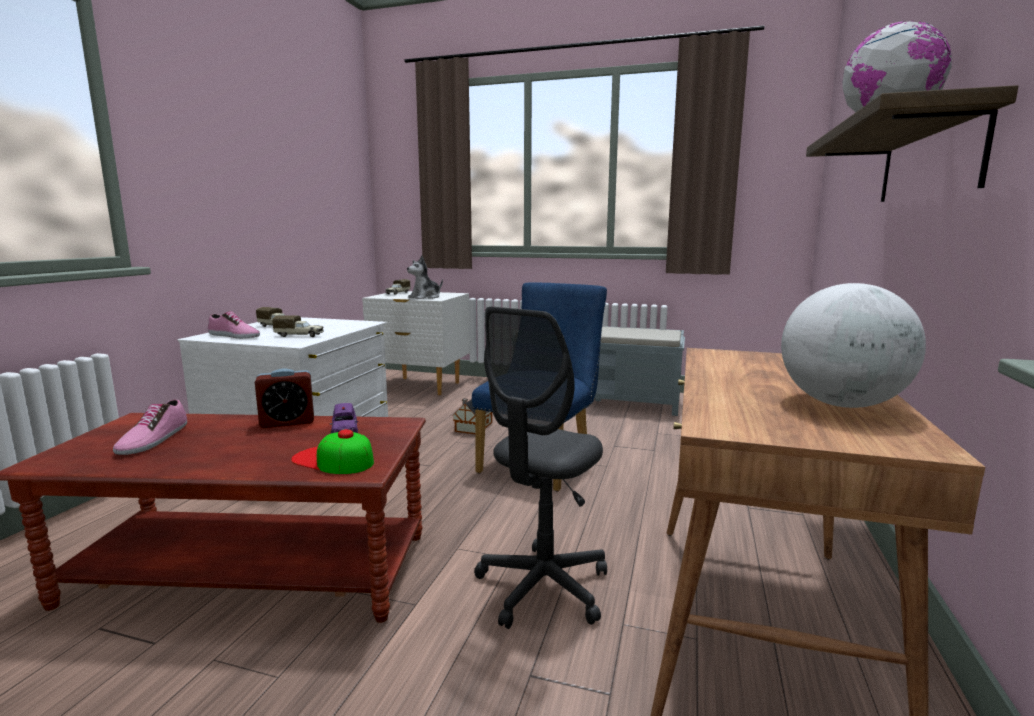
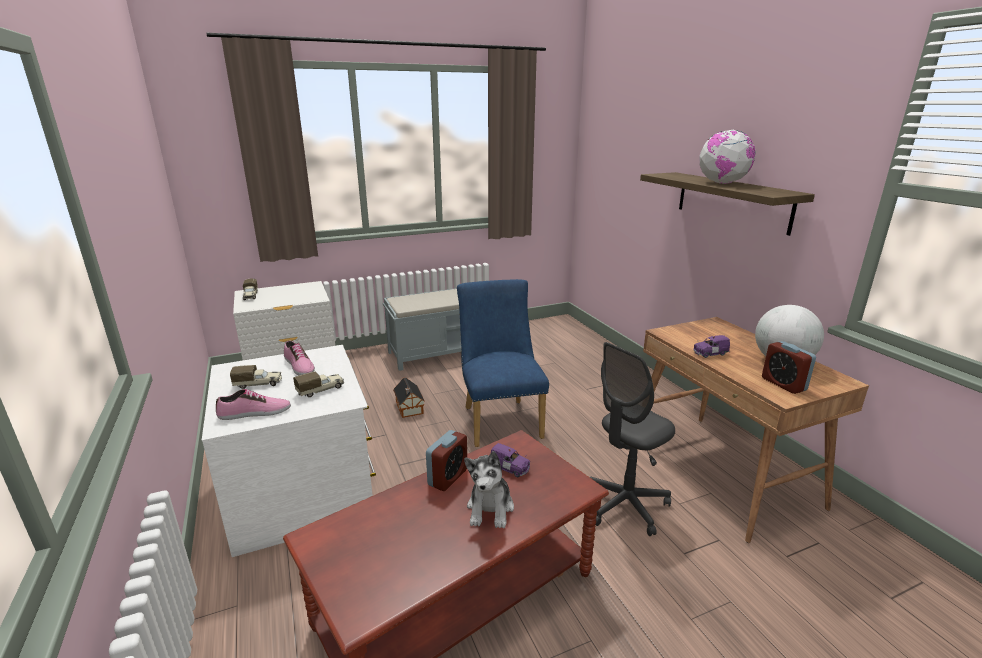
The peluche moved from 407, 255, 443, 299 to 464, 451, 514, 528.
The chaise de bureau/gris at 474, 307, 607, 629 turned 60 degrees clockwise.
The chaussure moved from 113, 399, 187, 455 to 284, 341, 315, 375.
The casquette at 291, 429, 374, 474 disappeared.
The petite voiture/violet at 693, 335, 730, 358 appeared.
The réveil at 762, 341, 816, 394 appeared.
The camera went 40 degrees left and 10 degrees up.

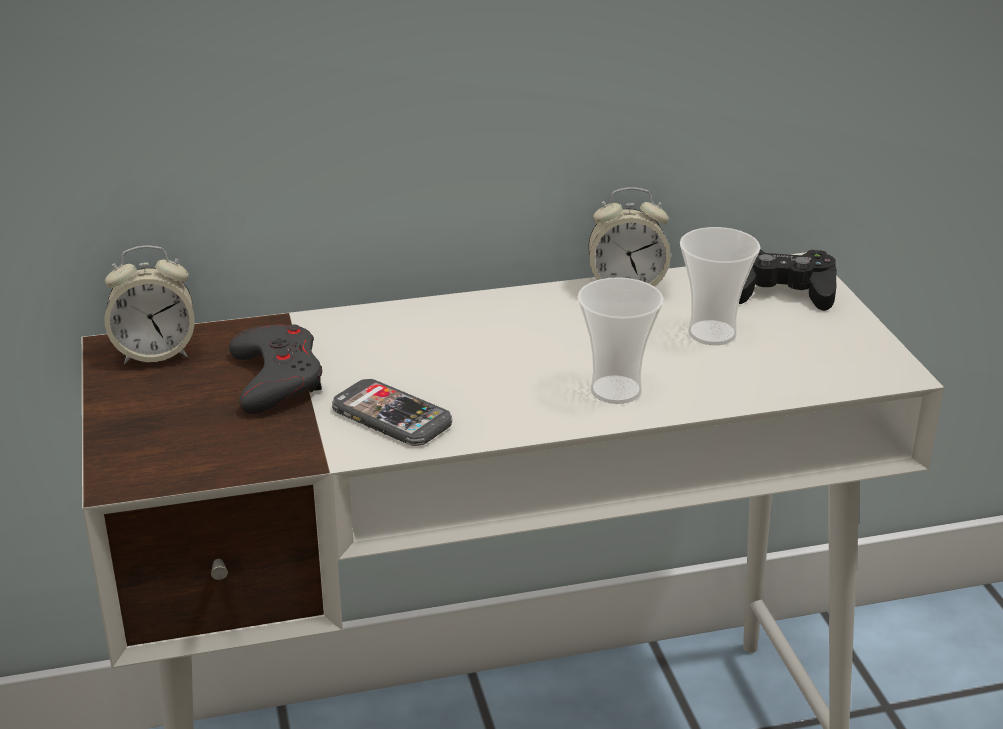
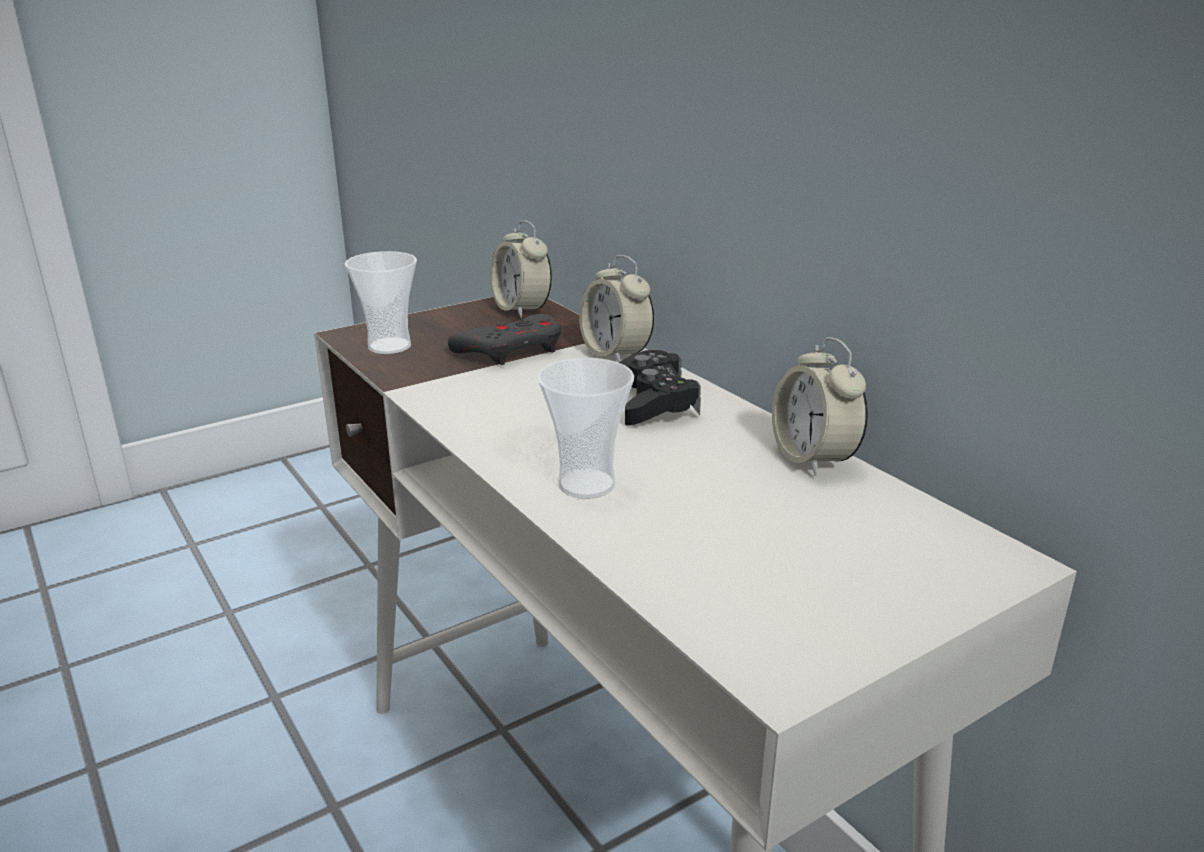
The tasse moved from 680, 227, 760, 345 to 345, 251, 417, 354.
The manette/noir moved from 739, 249, 837, 311 to 619, 350, 701, 426.
The téléphone at 332, 379, 452, 446 disappeared.
The réveil at 579, 255, 654, 362 appeared.
The camera went 70 degrees right and 5 degrees down.

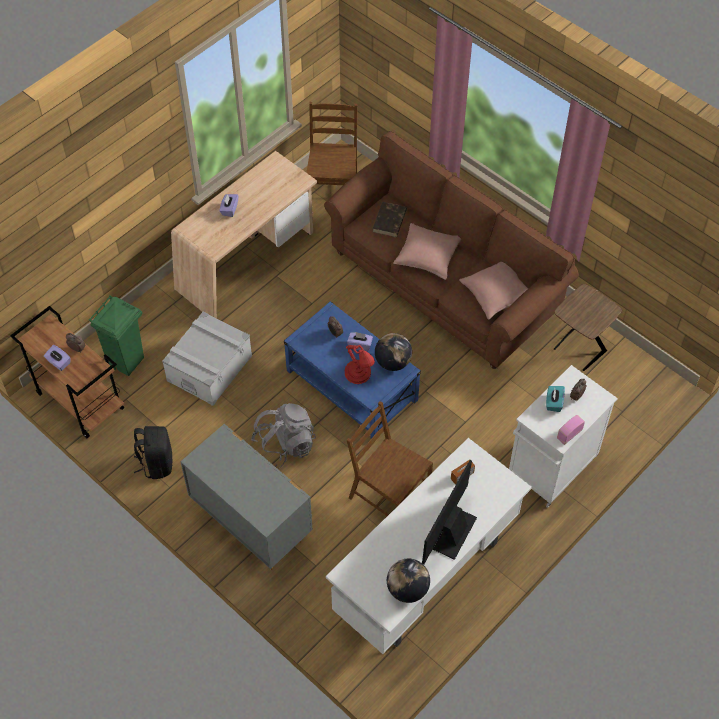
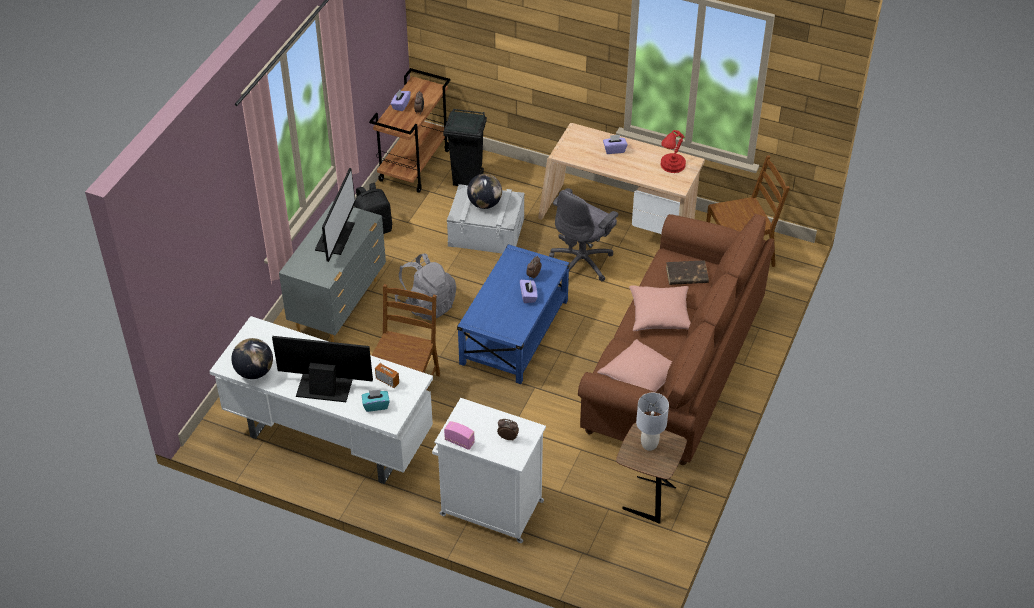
The poubelle/vert at 89, 295, 144, 376 became the poubelle/noir at 443, 108, 487, 186.
The globe moved from 375, 333, 412, 371 to 467, 174, 502, 209.
The lampe de table/rouge moved from 345, 345, 375, 384 to 661, 130, 686, 173.
The boîte à mouchoirs/turquoise moved from 546, 386, 565, 412 to 362, 390, 390, 412.
The écran d'ordinateur at 315, 168, 356, 262 appeared.
The chaise de bureau/gris at 549, 188, 618, 281 appeared.
The lampe de table/gris at 636, 393, 669, 451 appeared.
The camera went 70 degrees right and 10 degrees down.

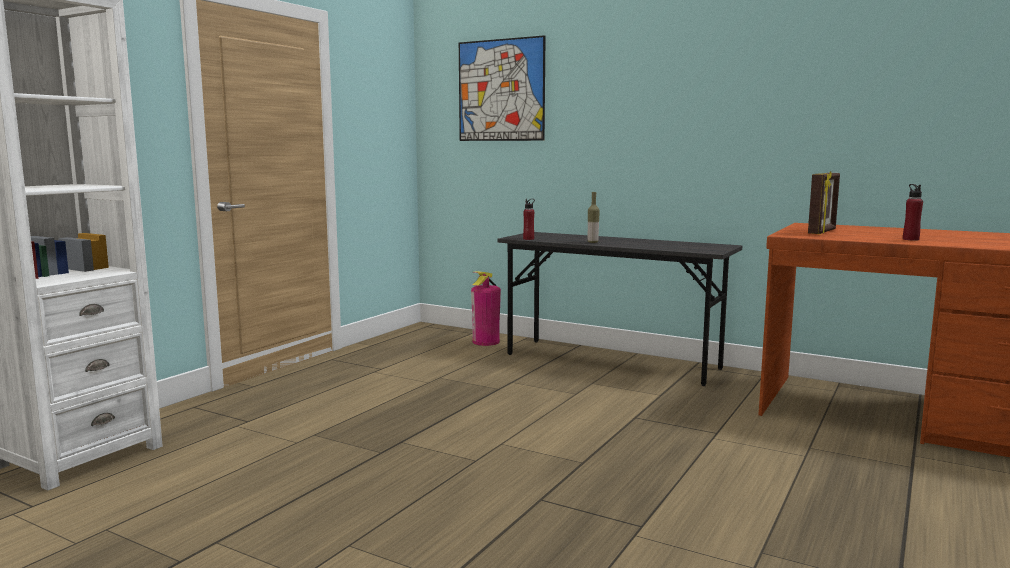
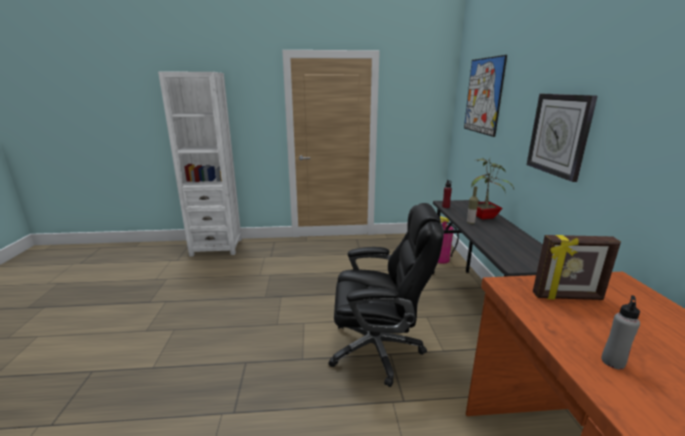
The bouteille/rouge at 903, 184, 923, 240 became the bouteille/gris at 601, 295, 640, 369.
The horloge murale at 527, 94, 597, 182 appeared.
The plante en pot at 471, 158, 514, 220 appeared.
The chaise de bureau/noir at 328, 203, 444, 387 appeared.
The camera went 55 degrees right and 10 degrees up.

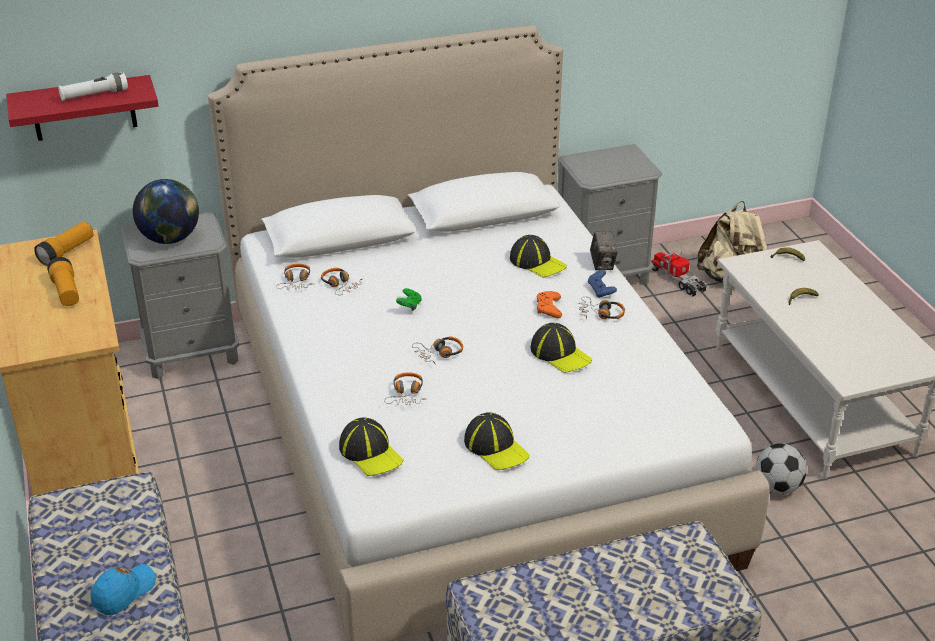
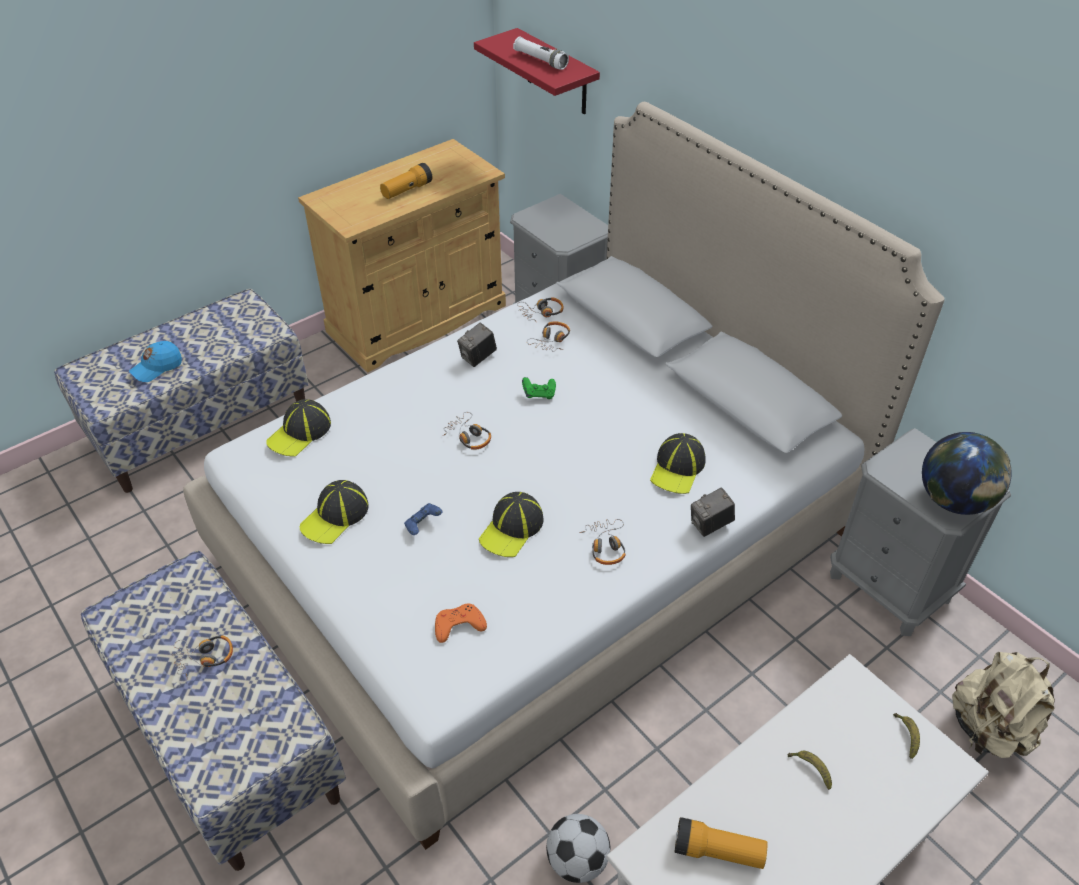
The globe moved from 133, 179, 199, 244 to 922, 432, 1012, 515.
The lampe de poche moved from 34, 222, 94, 266 to 675, 817, 768, 869.
The camion jouet at 651, 251, 707, 297 disappeared.
The manette/bleu moved from 588, 270, 617, 298 to 404, 503, 442, 535.
The manette/orange moved from 536, 291, 562, 318 to 435, 604, 487, 643.
The casque audio moved from 384, 372, 425, 405 to 173, 635, 233, 679.
The casquette/bleu at 91, 564, 156, 615 turned 120 degrees clockwise.
The appareil photo at 457, 323, 497, 367 appeared.
The camera went 70 degrees right and 10 degrees up.

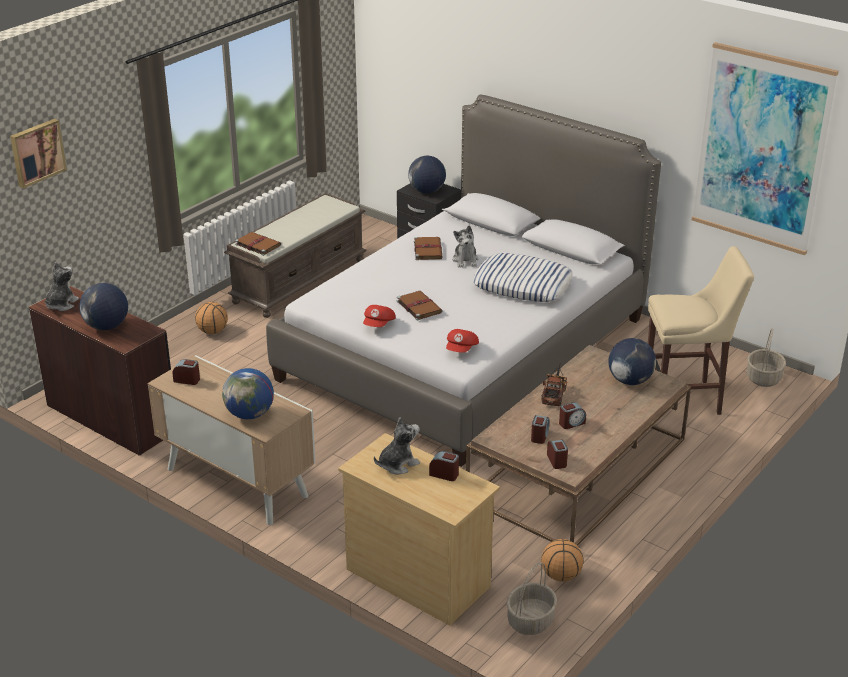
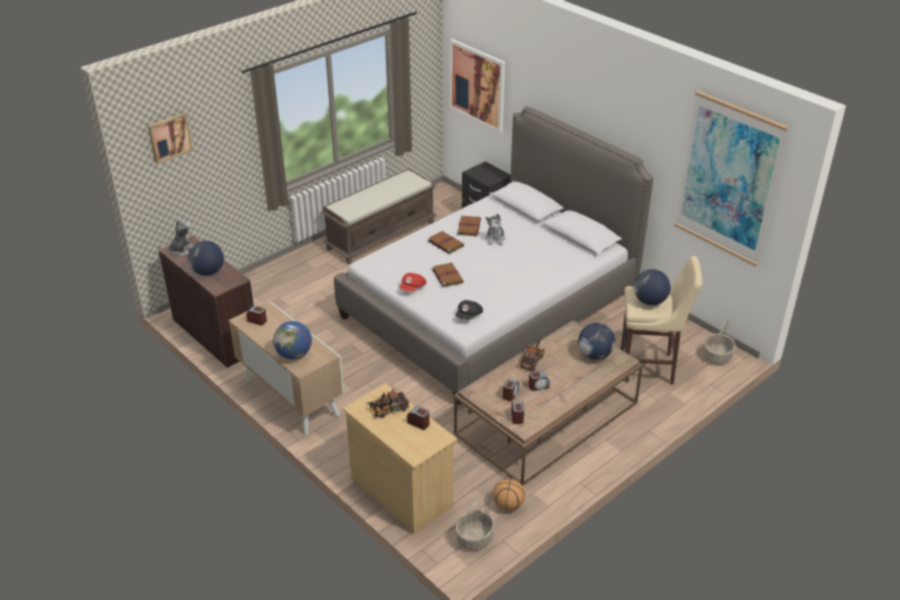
The globe moved from 408, 156, 446, 193 to 634, 269, 671, 305.
The livre/marron moved from 235, 232, 281, 256 to 427, 231, 464, 254.
The coussin at 473, 253, 573, 302 disappeared.
The ballon de basket at 195, 302, 228, 334 disappeared.
The casquette/rouge at 446, 329, 479, 353 became the casquette/noir at 456, 300, 483, 320.
The peluche at 374, 417, 420, 475 was replaced by the camion jouet at 366, 389, 409, 418.
The tableau at 449, 39, 505, 133 appeared.
The camera went 10 degrees right and 5 degrees up.

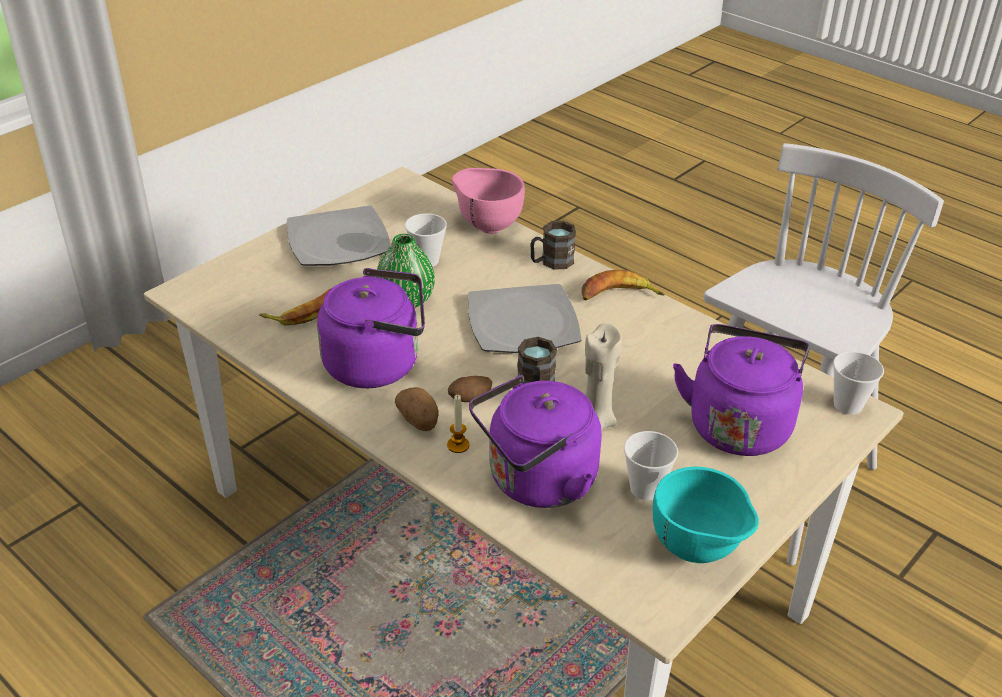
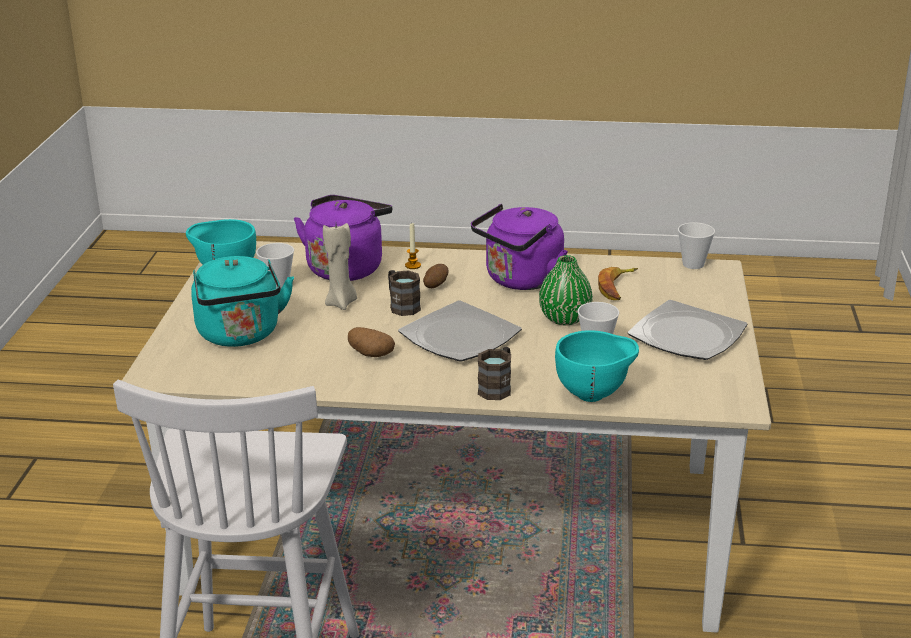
The bol/rose at 452, 168, 525, 234 became the bol/turquoise at 555, 330, 639, 402.
The banane at 582, 270, 665, 300 disappeared.
The bouilloire/violet at 673, 324, 810, 456 became the bouilloire/turquoise at 191, 256, 294, 347.
The tasse moved from 833, 351, 884, 415 to 678, 222, 715, 269.
The pomme de terre moved from 395, 387, 439, 431 to 348, 327, 395, 357.
The camera went 145 degrees right and 10 degrees down.

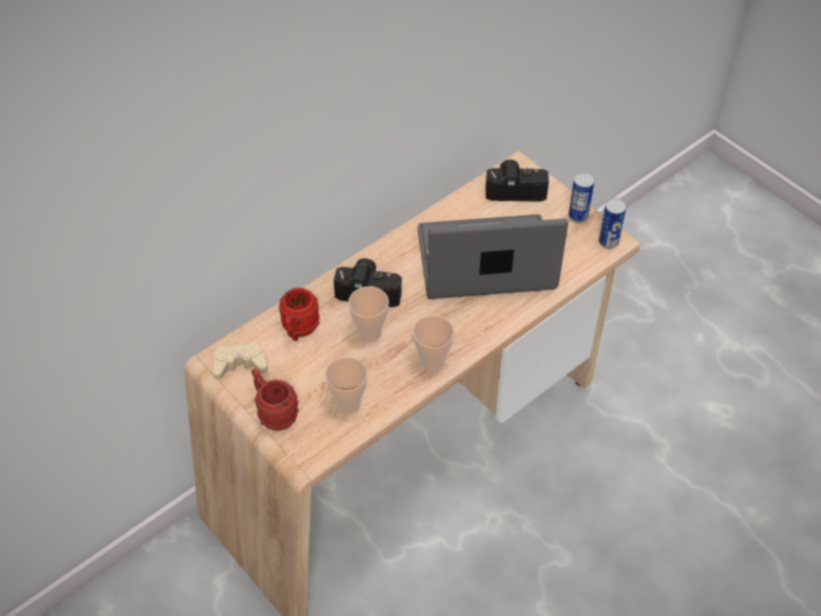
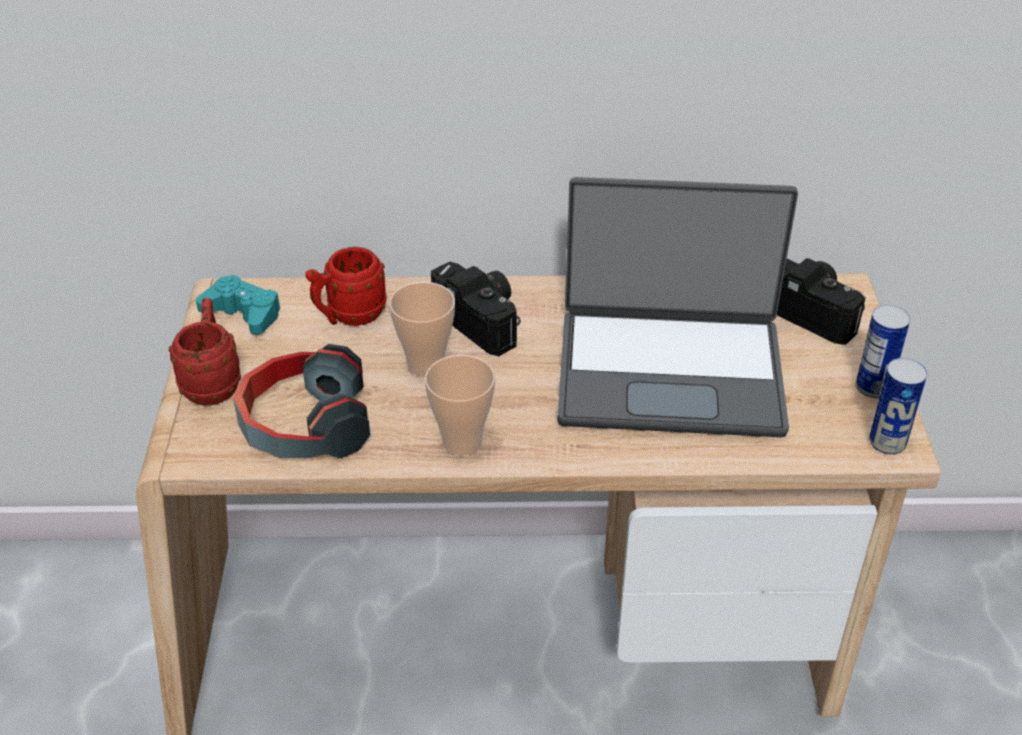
The ordinateur portable at 418, 214, 568, 299 turned 150 degrees clockwise.
The manette/beige at 213, 341, 268, 380 became the manette/turquoise at 196, 275, 281, 335.
The tasse at 325, 357, 368, 414 was replaced by the casque audio at 233, 344, 370, 458.
The camera went 40 degrees right and 10 degrees down.

